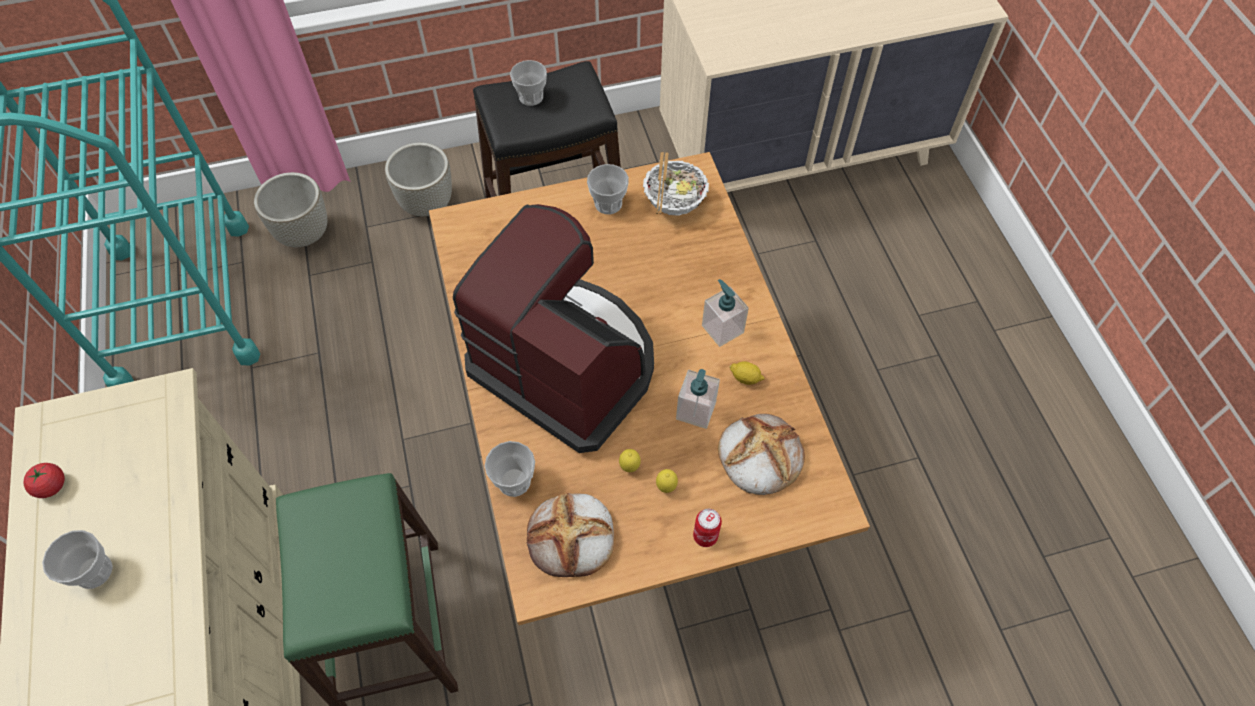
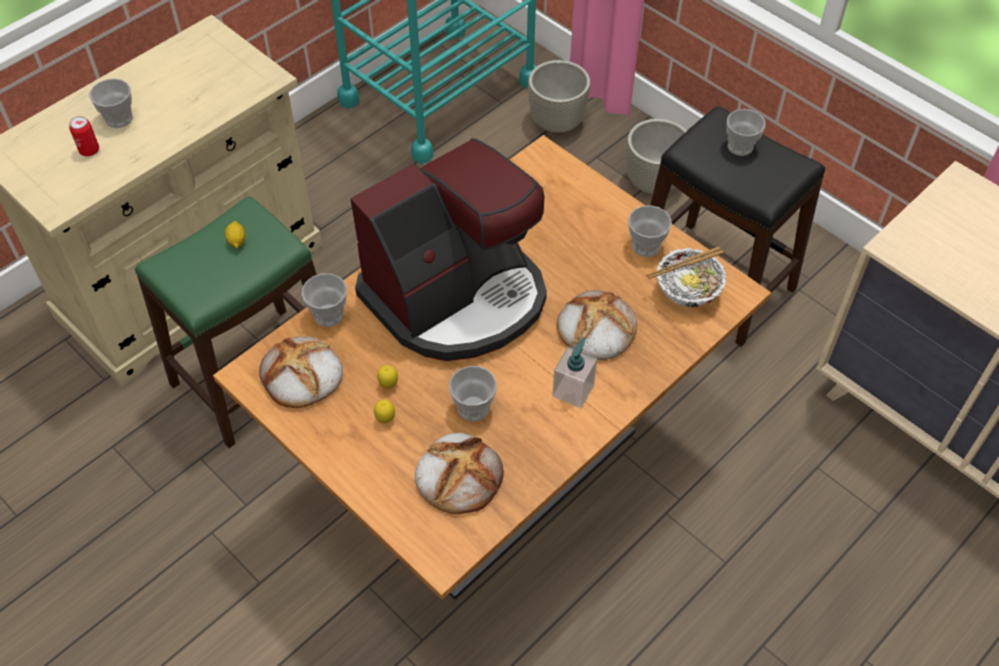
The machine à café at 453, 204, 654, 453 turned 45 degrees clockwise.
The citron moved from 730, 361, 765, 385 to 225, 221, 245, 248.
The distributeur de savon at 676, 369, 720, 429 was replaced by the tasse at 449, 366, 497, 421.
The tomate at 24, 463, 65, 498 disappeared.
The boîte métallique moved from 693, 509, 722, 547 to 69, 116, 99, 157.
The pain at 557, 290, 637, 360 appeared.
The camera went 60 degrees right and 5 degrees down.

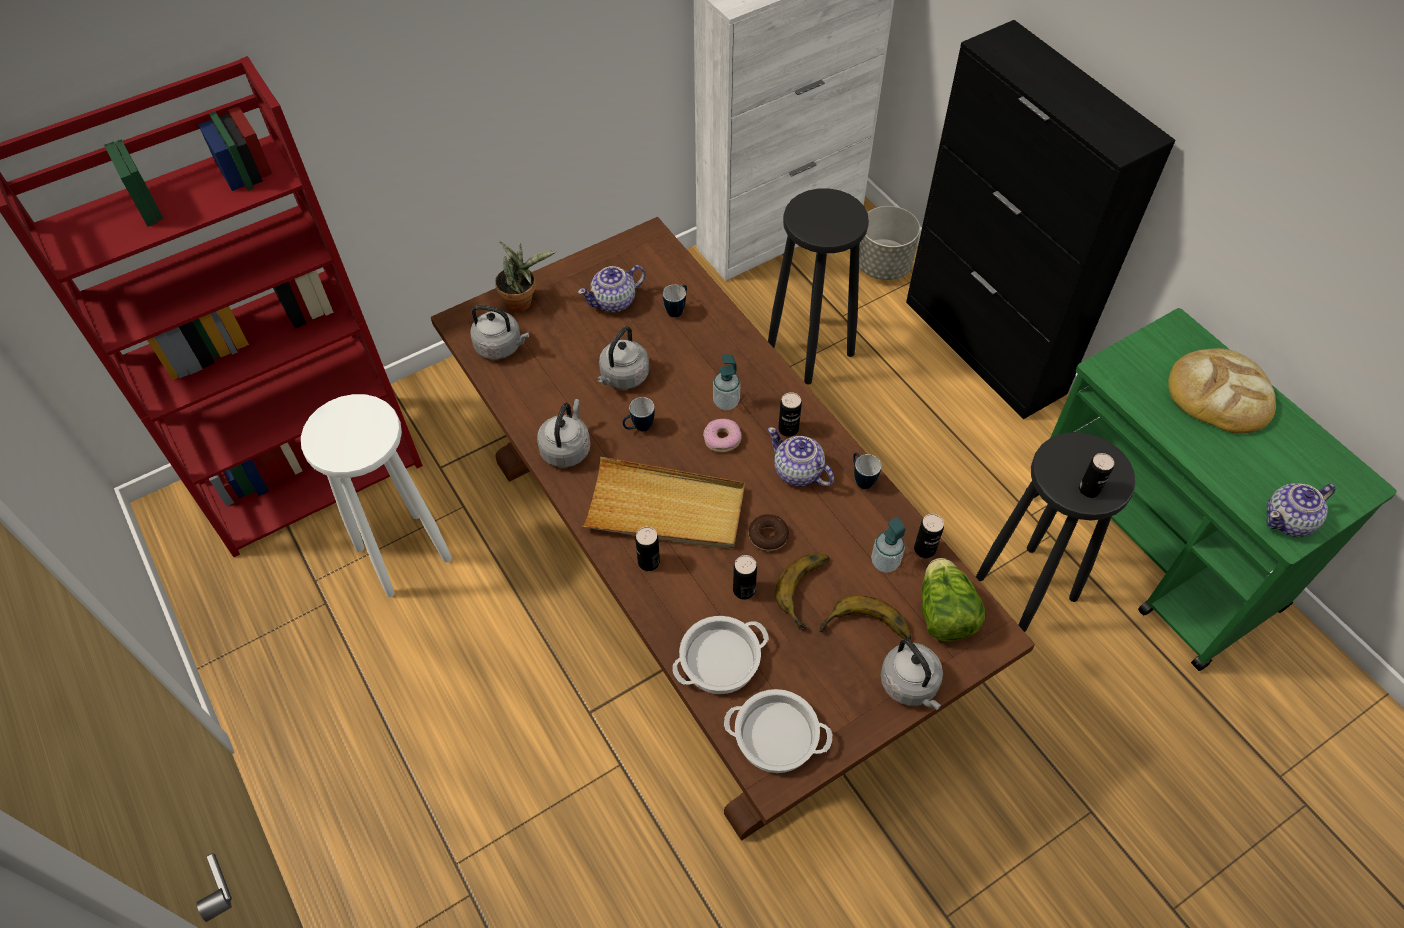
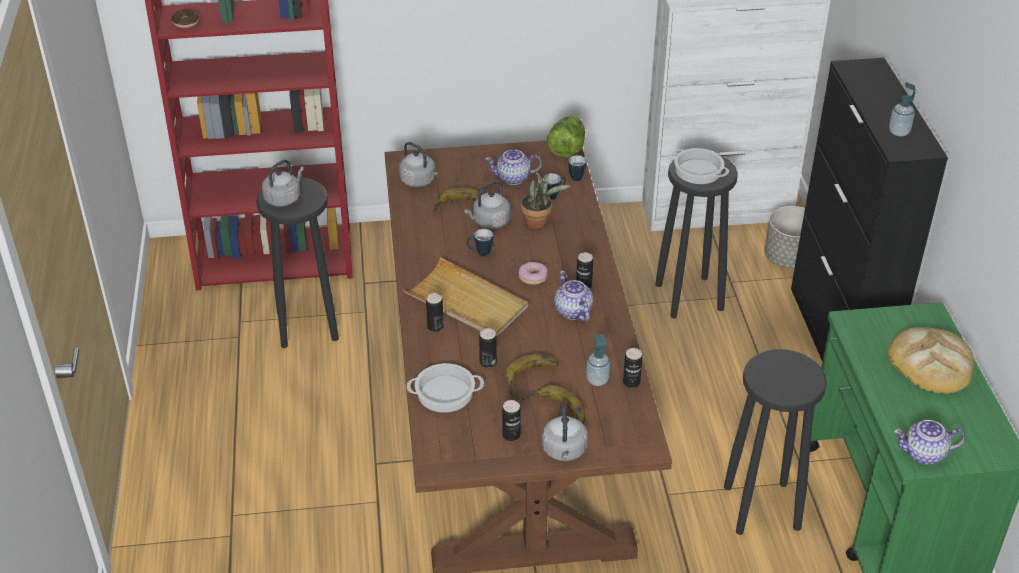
The plante en pot moved from 495, 242, 556, 312 to 521, 171, 571, 229.
The distributeur de savon moved from 713, 355, 740, 410 to 889, 82, 915, 136.
The tabouret/blanc at 301, 394, 452, 597 became the tabouret/noir at 256, 177, 339, 348.
The bouilloire/gris moved from 537, 399, 591, 468 to 262, 160, 304, 207.
The mug moved from 853, 453, 881, 489 to 568, 155, 586, 181.
The boîte métallique moved from 1079, 453, 1114, 498 to 502, 400, 521, 441.
The beignet moved from 748, 514, 789, 551 to 171, 9, 199, 28.
The laitue moved from 922, 558, 985, 641 to 546, 116, 585, 158.
The marmite moved from 724, 689, 832, 773 to 670, 148, 729, 184.
The banane at 433, 187, 484, 212 appeared.
The camera went 25 degrees right and 15 degrees down.

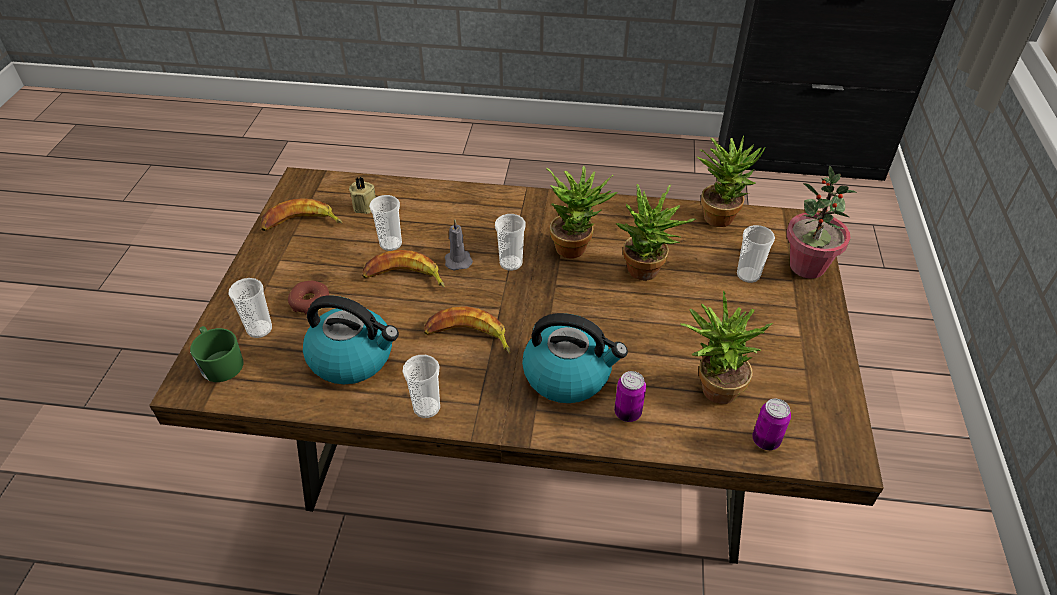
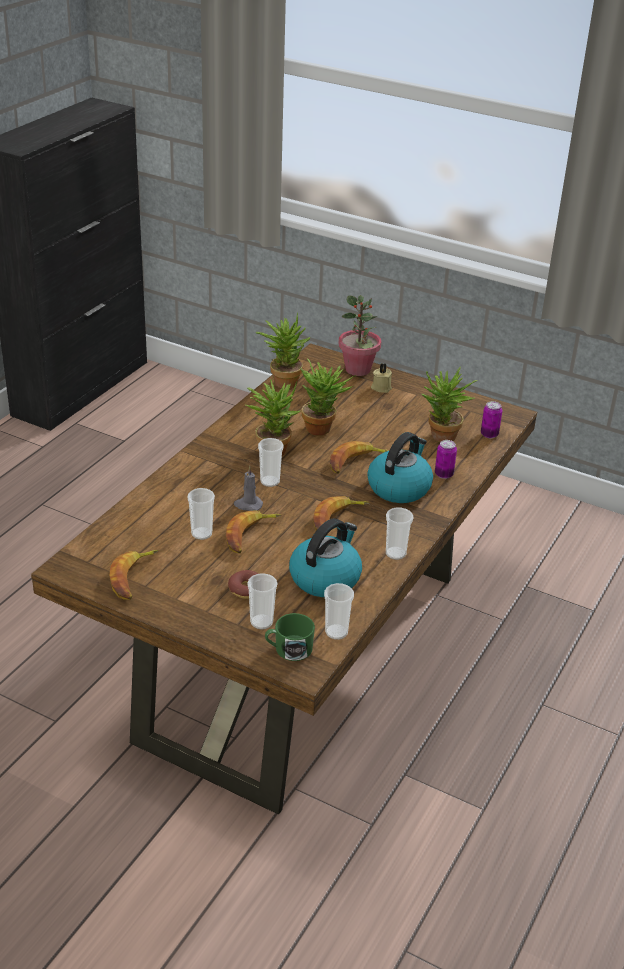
The bougie/beige moved from 349, 177, 376, 214 to 371, 363, 392, 393.
The tasse moved from 737, 225, 775, 283 to 324, 583, 354, 640.
The banane at 330, 441, 389, 474 appeared.
The camera went 70 degrees left and 10 degrees down.

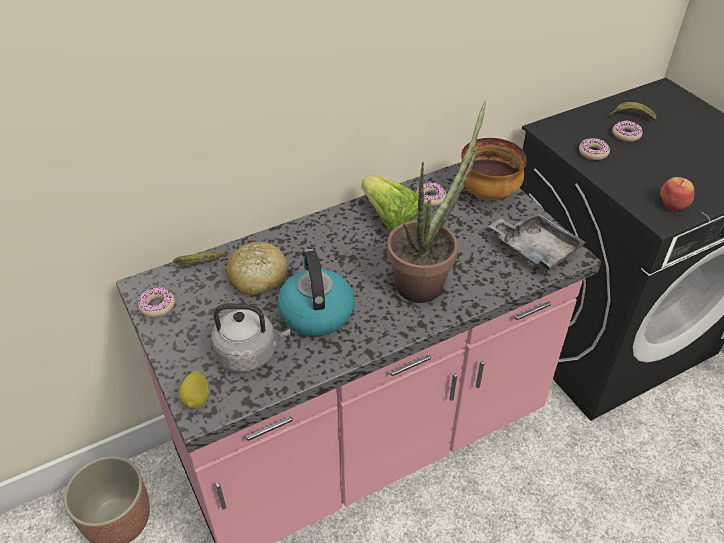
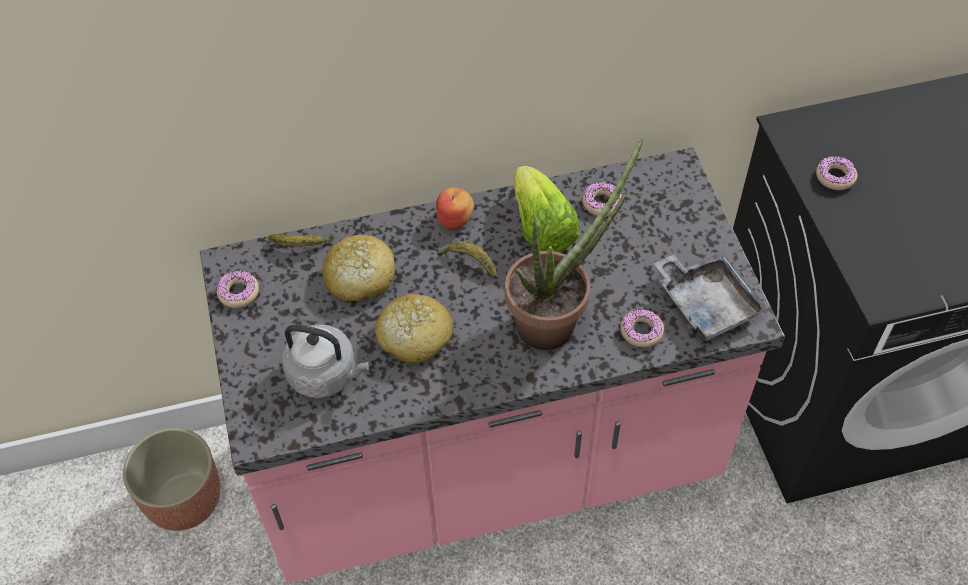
The banane moved from 609, 102, 656, 121 to 437, 241, 496, 278.
The beignet moved from 612, 120, 643, 142 to 621, 309, 664, 347.
The bol at 459, 138, 527, 201 disappeared.
The pomme moved from 660, 177, 694, 211 to 436, 187, 474, 230.
The bouilloire at 277, 249, 355, 336 was replaced by the pain at 375, 294, 453, 364.
The citron at 179, 371, 209, 409 disappeared.
The camera went 15 degrees right and 10 degrees up.

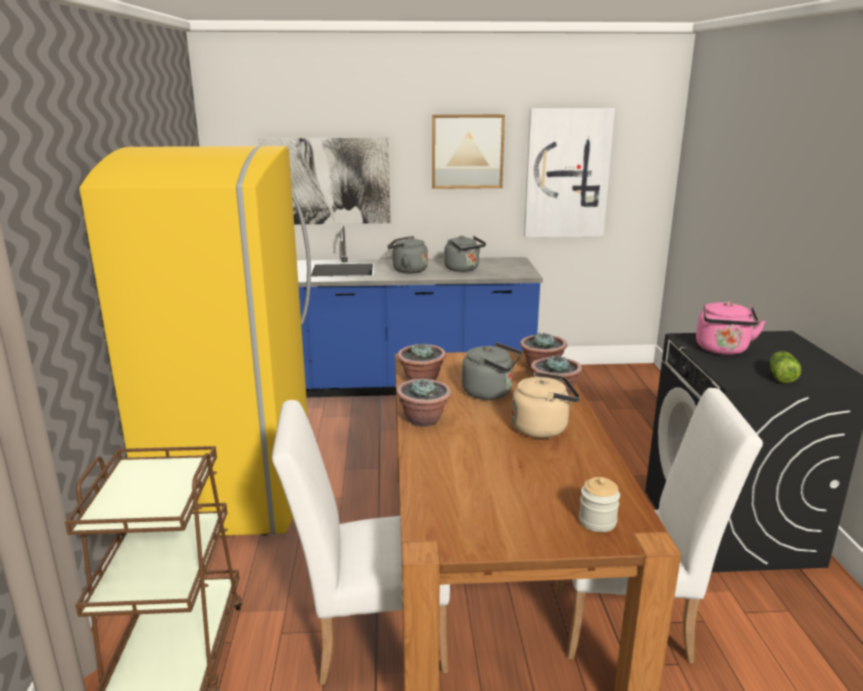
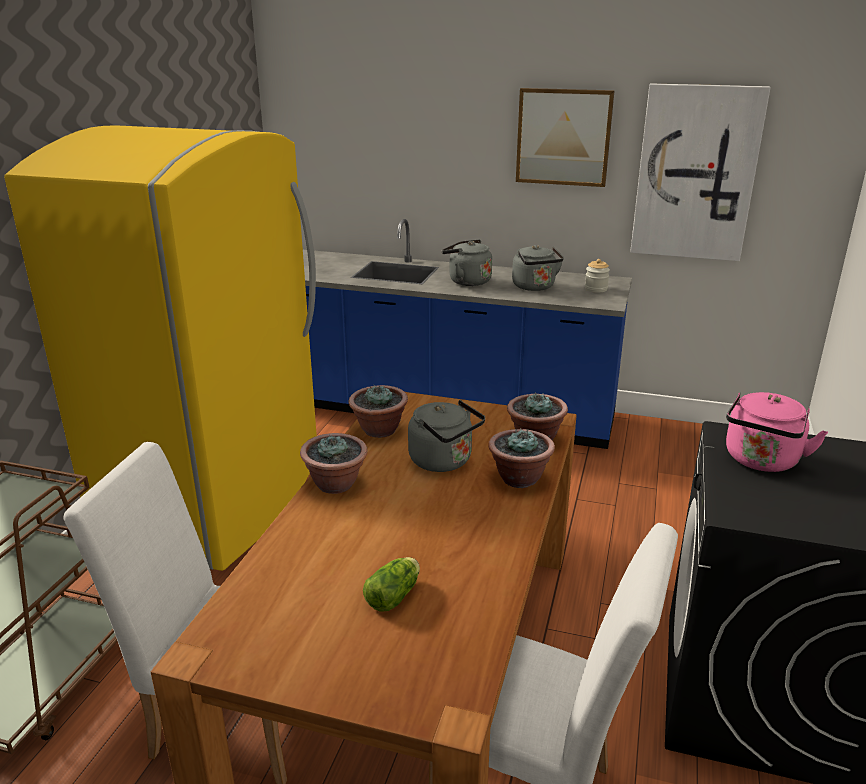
The tableau at 258, 138, 391, 224 disappeared.
The laitue moved from 770, 351, 801, 383 to 363, 557, 420, 611.
The bouilloire/beige at 511, 372, 580, 438 disappeared.
The bocal moved from 579, 477, 620, 532 to 585, 259, 610, 293.
The camera went 20 degrees right and 5 degrees up.

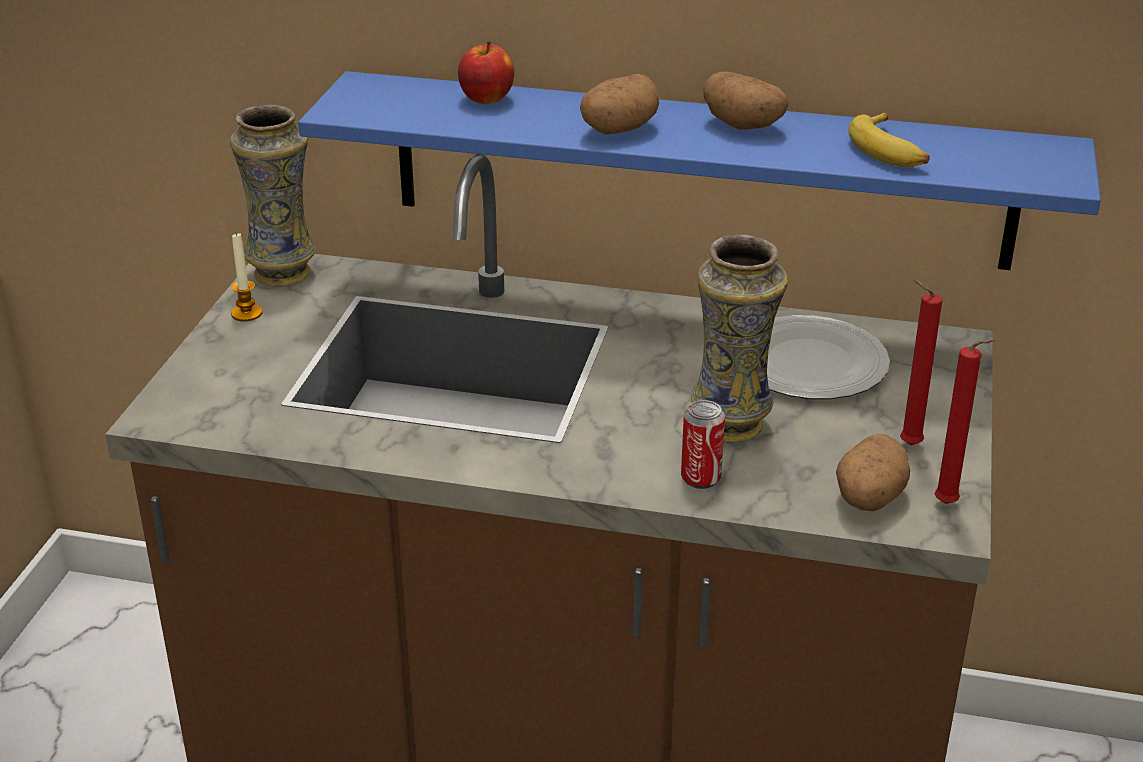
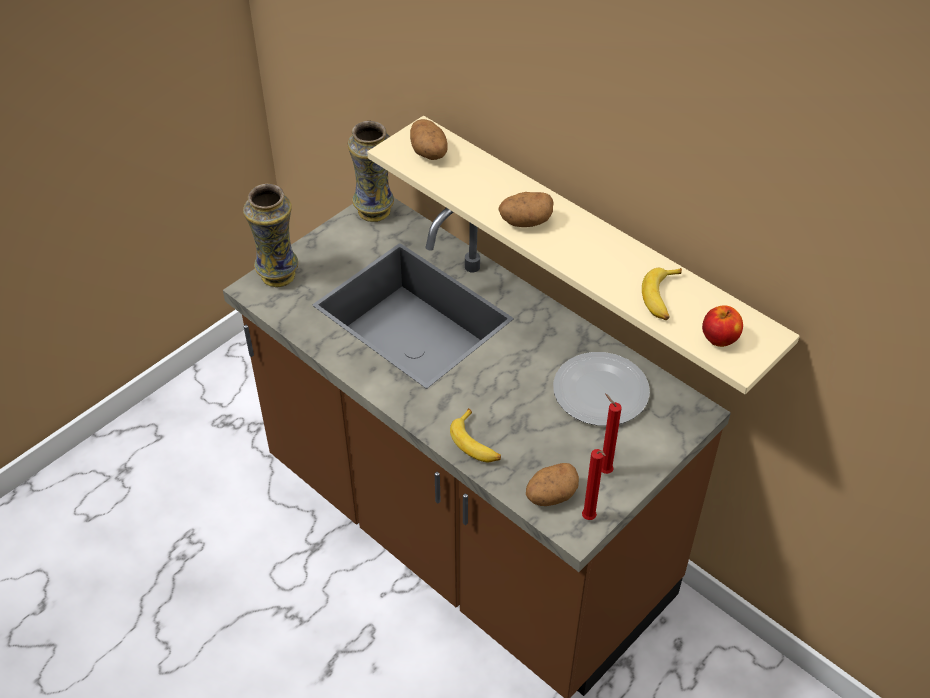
The pomme moved from 458, 41, 514, 104 to 702, 305, 743, 347.
The étagère/bleu at 298, 71, 1101, 270 became the étagère/beige at 367, 116, 800, 394.
The pomme de terre moved from 703, 72, 789, 130 to 410, 119, 447, 160.
The bougie at 231, 233, 262, 322 disappeared.
The vase moved from 691, 235, 788, 443 to 243, 184, 298, 287.
The boîte métallique at 681, 400, 725, 489 was replaced by the banane at 450, 408, 501, 462.
The camera went 30 degrees right and 15 degrees up.

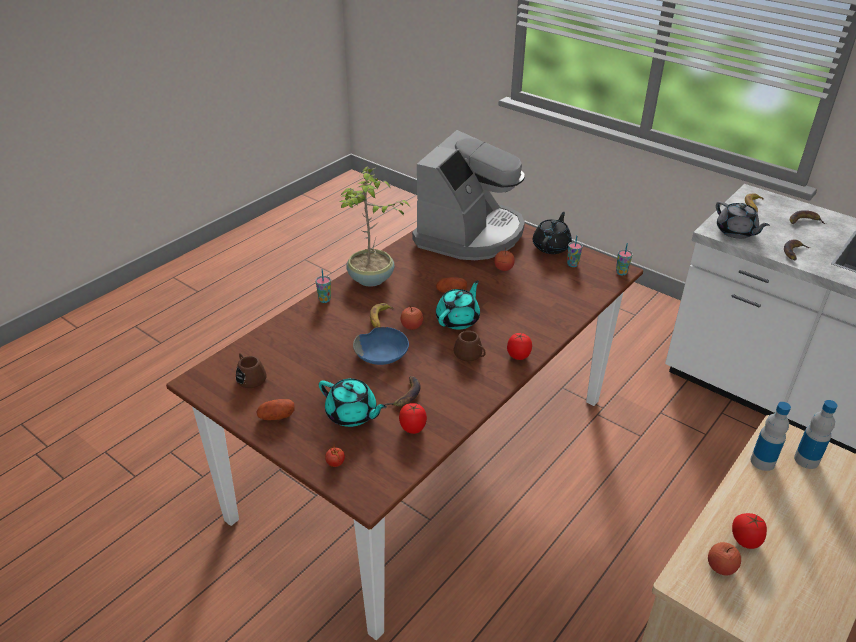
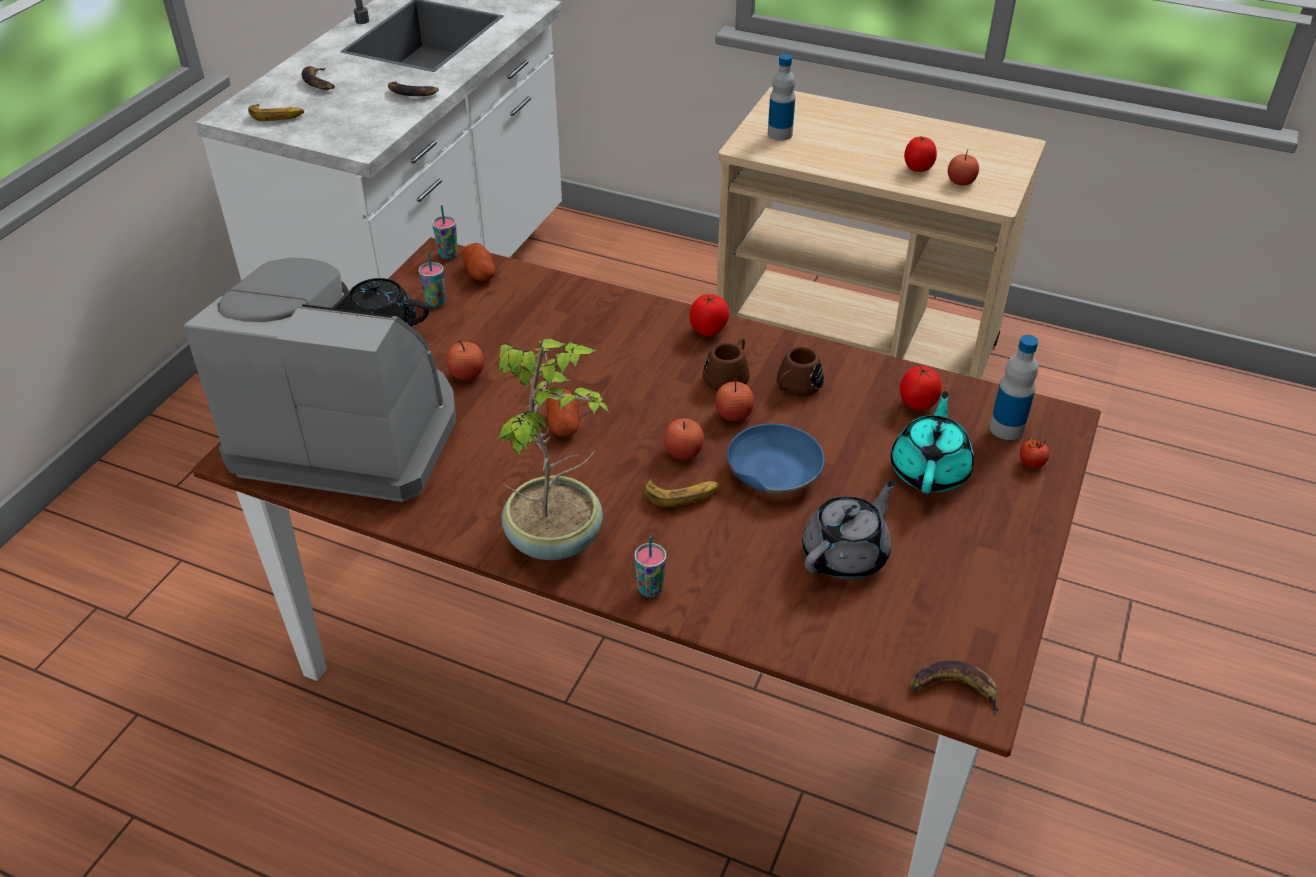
The théière/gris moved from 716, 201, 770, 239 to 802, 480, 896, 580.
The théière/turquoise at 436, 280, 480, 330 disappeared.
The mug/marron moved from 236, 353, 267, 388 to 777, 347, 824, 397.
The banane moved from 385, 376, 421, 406 to 910, 661, 999, 716.
The pomme de terre moved from 257, 399, 295, 420 to 463, 243, 496, 281.
The bouteille moved from 750, 402, 791, 471 to 990, 335, 1038, 440.
The pomme at 715, 378, 754, 421 appeared.
The camera went 105 degrees left and 5 degrees up.

